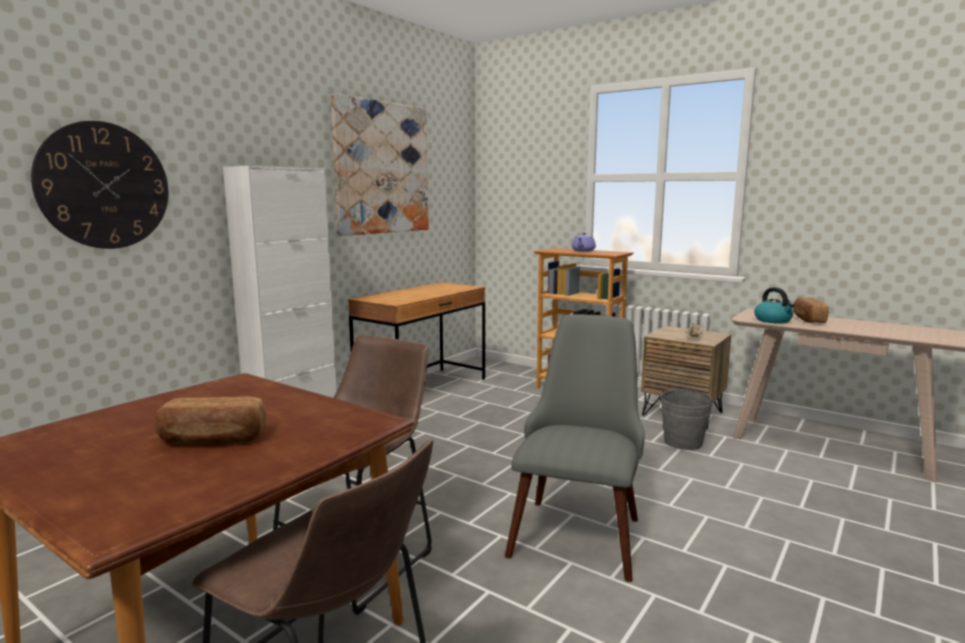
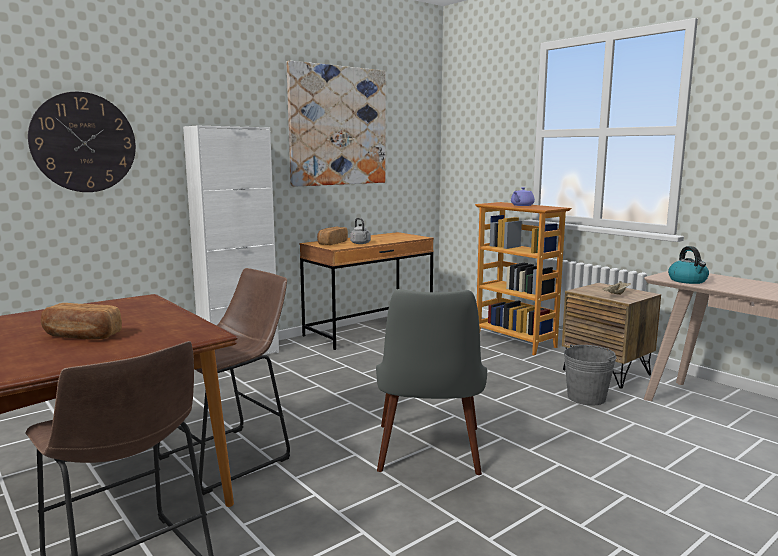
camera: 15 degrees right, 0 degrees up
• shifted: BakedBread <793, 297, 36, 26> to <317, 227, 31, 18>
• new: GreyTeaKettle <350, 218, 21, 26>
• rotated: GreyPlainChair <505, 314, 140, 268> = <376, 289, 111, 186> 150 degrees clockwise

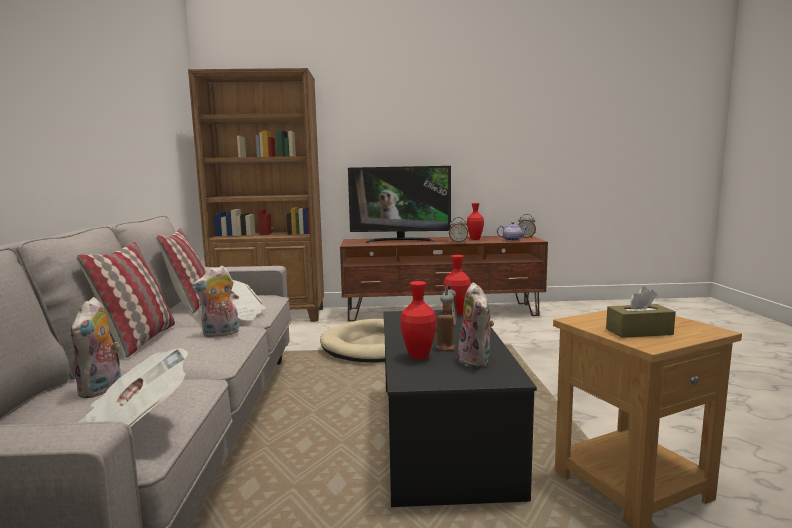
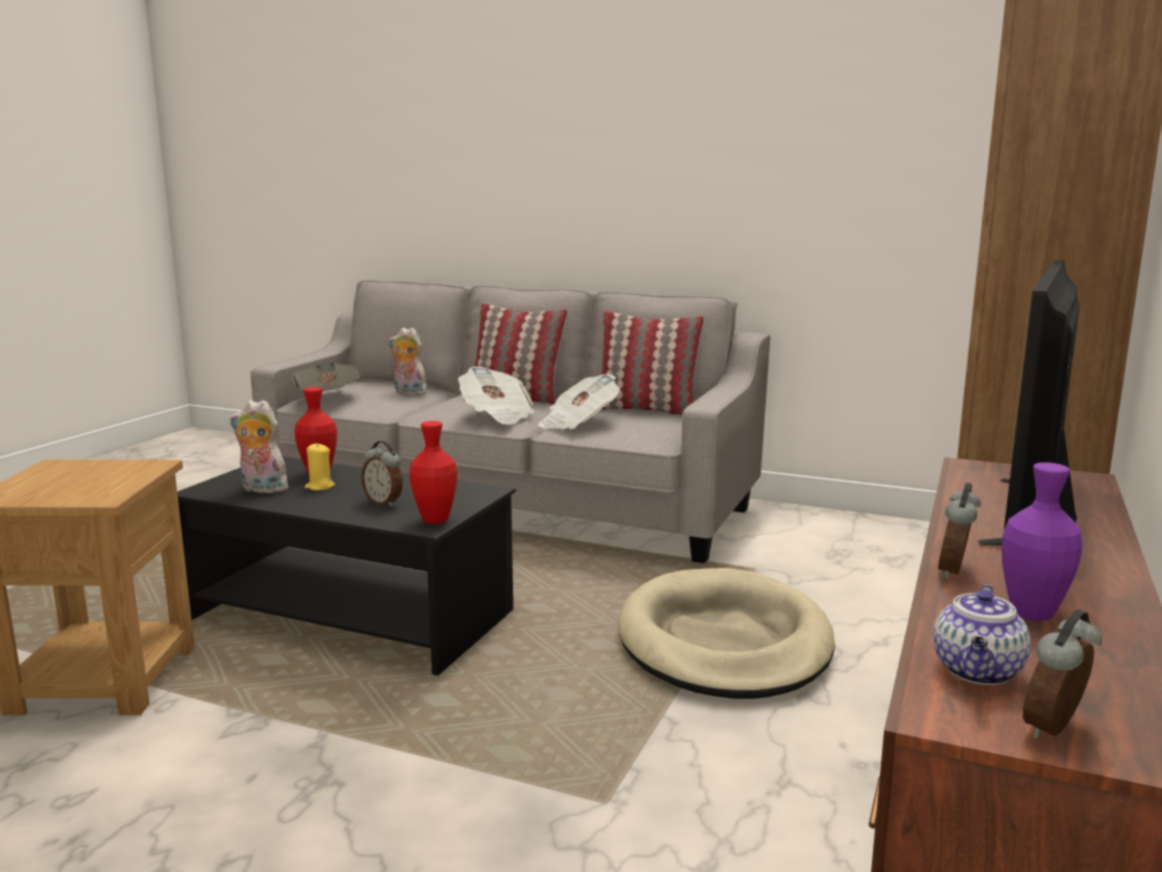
camera: 115 degrees right, 5 degrees up
• repainted: BrownWaxLight <435, 313, 21, 38> to YellowWaxLight <305, 443, 30, 48>
• swapped: CuddlyToy <192, 266, 47, 72> to DailyPaper <458, 366, 77, 59>
• repainted: RedVase <467, 203, 17, 37> to PurplishVase <1001, 462, 82, 159>
• gone: BrownTissueHolder <606, 286, 70, 52>

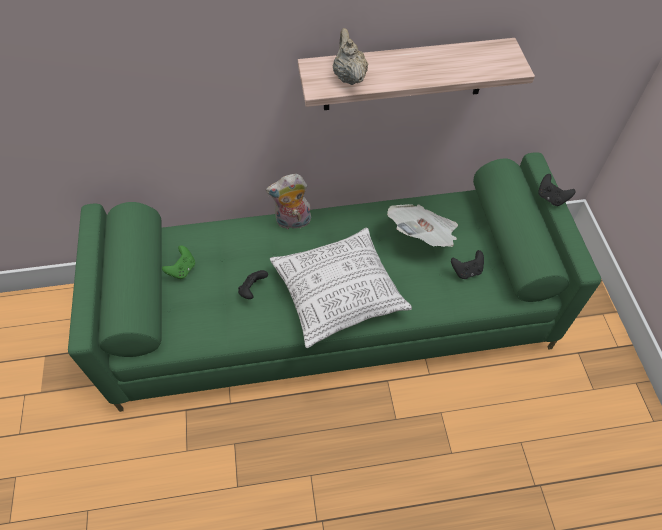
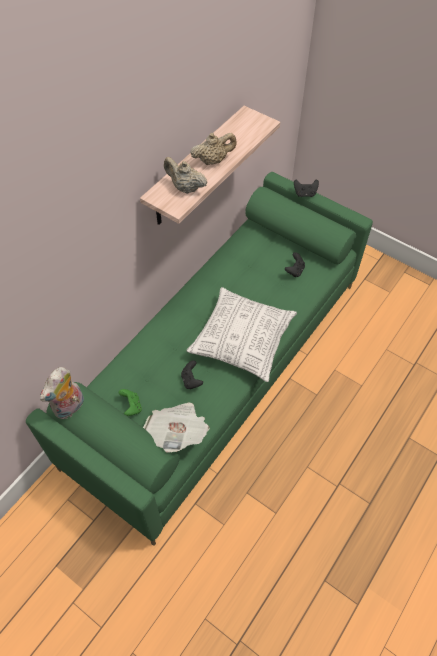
camera: 45 degrees left, 0 degrees up
• shifted: CuddlyToy <266, 174, 45, 55> to <40, 367, 44, 52>
• shifted: DailyPaper <387, 204, 71, 43> to <143, 402, 67, 51>
• new: SandColouredTeaPot <190, 132, 47, 33>

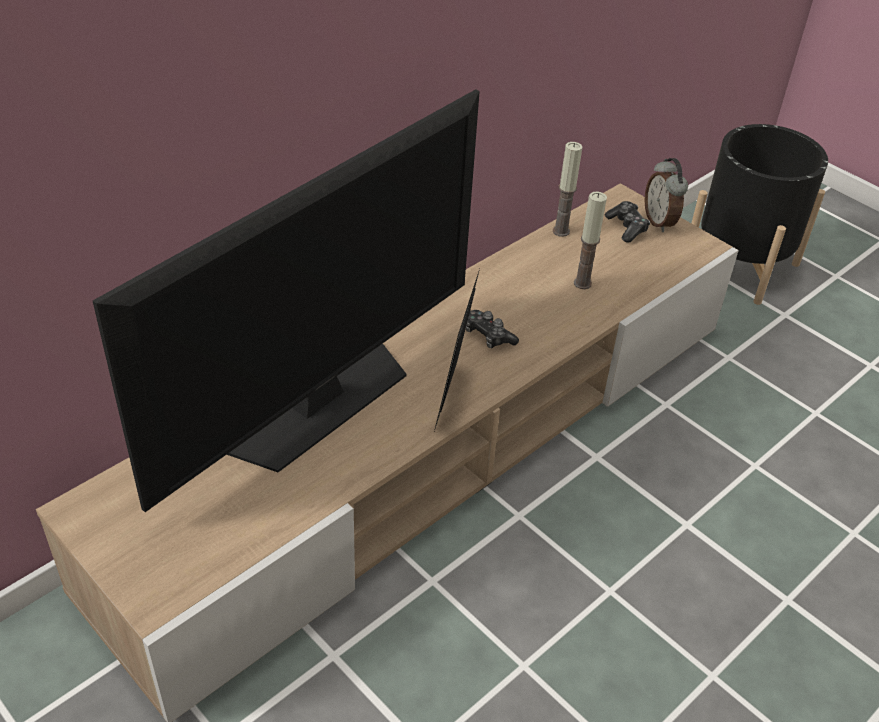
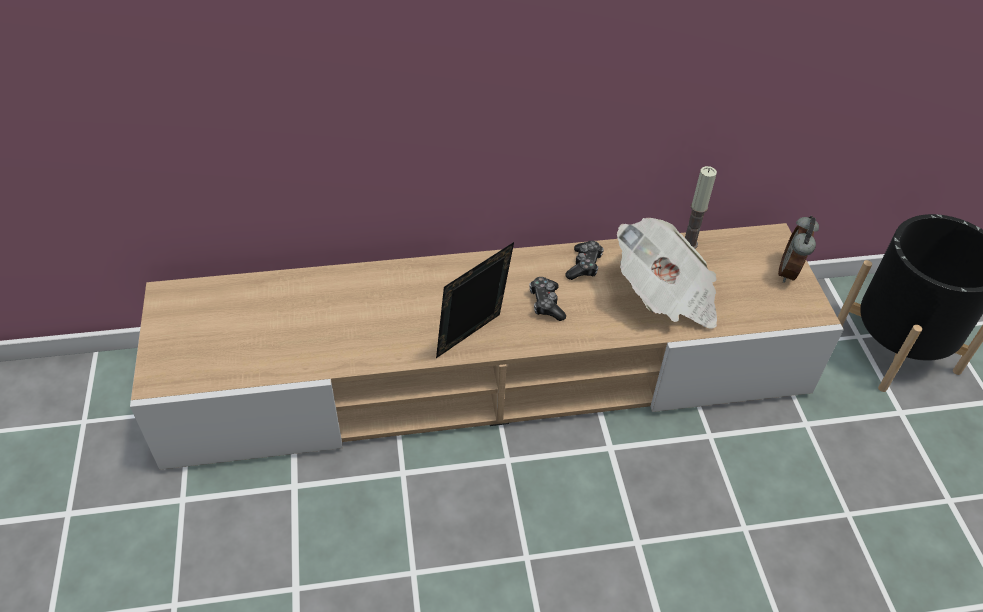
camera: 35 degrees right, 5 degrees up
• shifted: Gamepad <605, 201, 45, 42> to <565, 241, 39, 39>
• swapped: WaxLight <574, 192, 33, 97> to DailyPaper <617, 218, 100, 111>
• gone: Tv <93, 89, 387, 423>

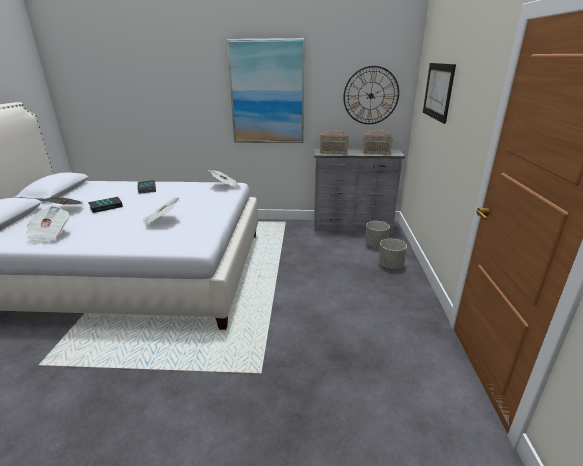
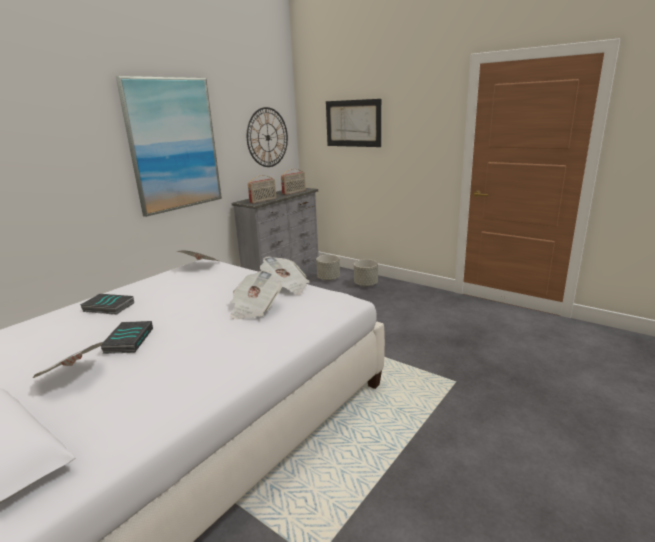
camera: 55 degrees left, 5 degrees down
• shifted: DailyPaper <26, 206, 44, 39> to <260, 257, 50, 37>

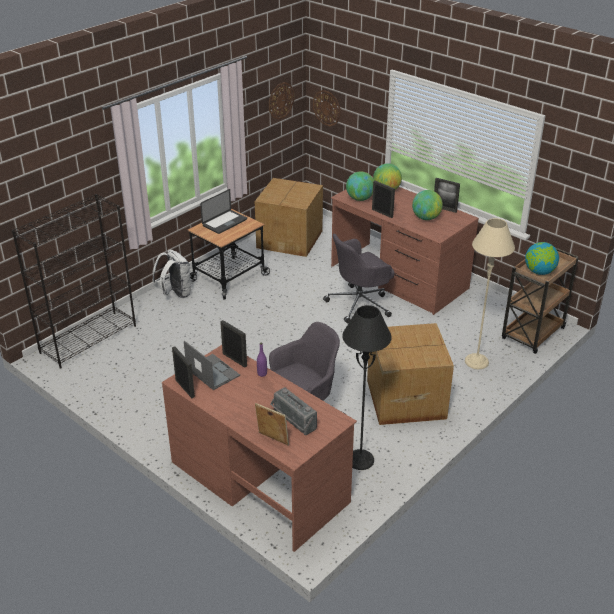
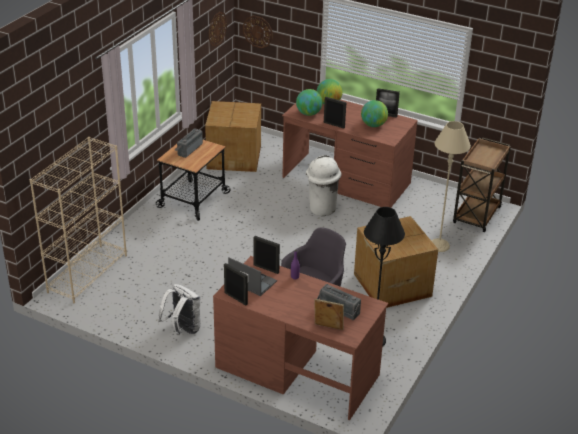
camera: 15 degrees left, 0 degrees up
• repainted: BlackBookshelf <12, 194, 124, 175> to SandColouredBookshelf <30, 137, 97, 166>
• shifted: WhiteRucksack <152, 250, 39, 48> to <158, 284, 43, 51>
• swapped: Laptop <200, 189, 47, 45> to RadioReceiver <175, 128, 28, 30>
• swapped: GreyOfficeChair <323, 234, 72, 89> to WhiteTrashCan <305, 155, 37, 61>
• gone: Globe <525, 242, 34, 33>

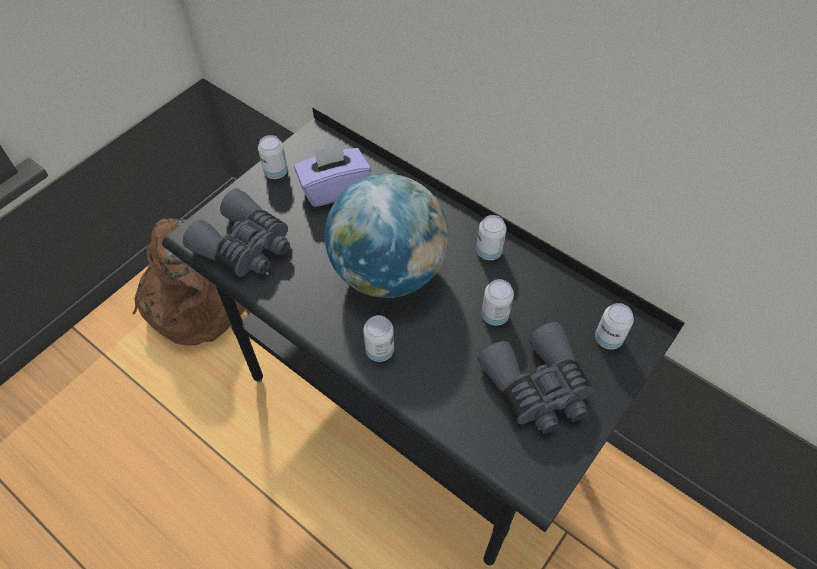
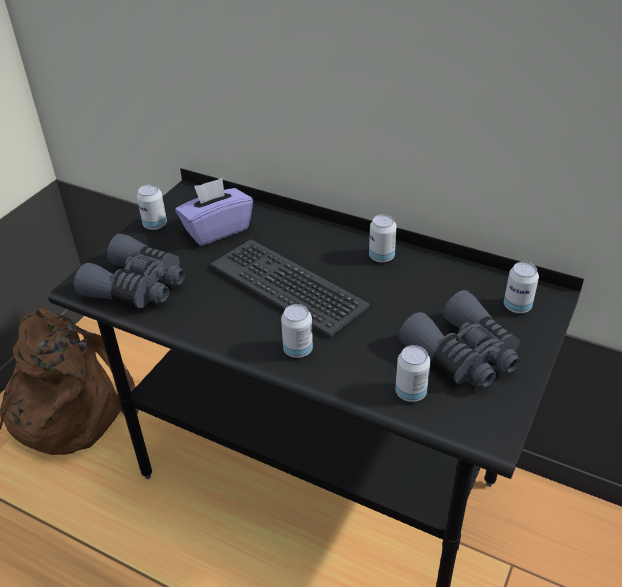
camera: 10 degrees left, 15 degrees down
• swapped: Globe <325, 174, 124, 124> to ComputerKeyboard <210, 239, 160, 99>
• shifted: Can <482, 279, 32, 47> to <395, 345, 36, 57>

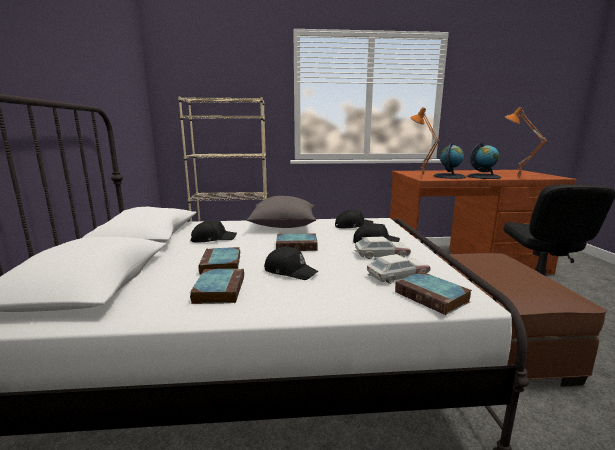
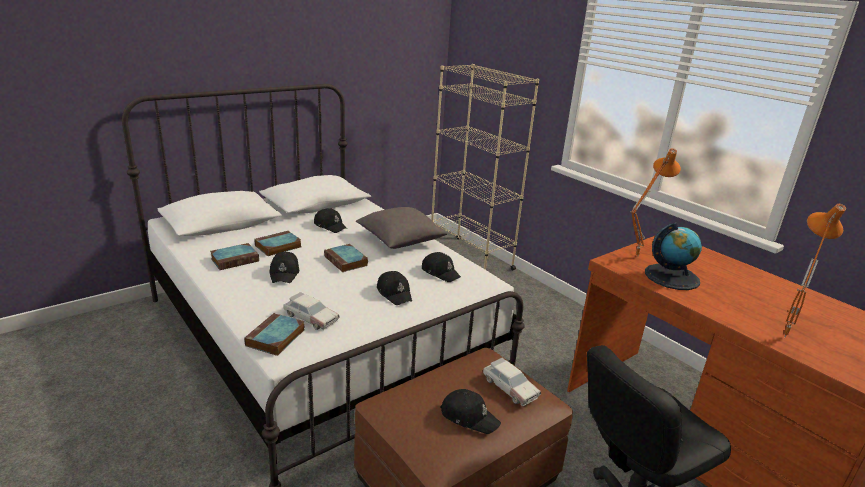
camera: 55 degrees right, 10 degrees up
• new: BlackBaseballCap <440, 389, 61, 45>
• shifted: ToyCar <354, 237, 57, 22> to <483, 358, 58, 48>
• gone: Globe <467, 142, 34, 37>

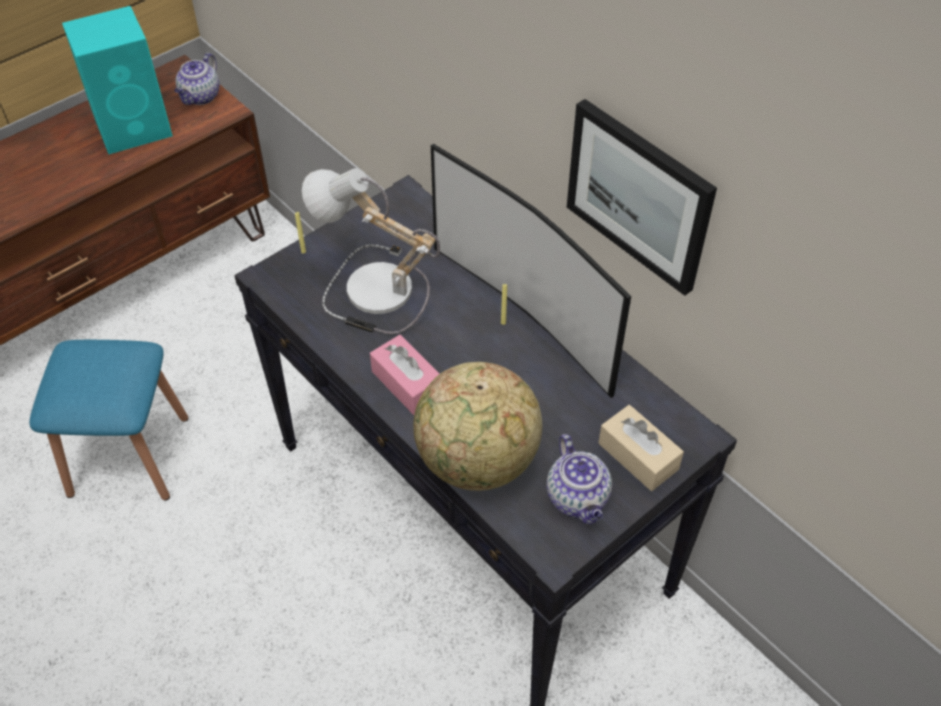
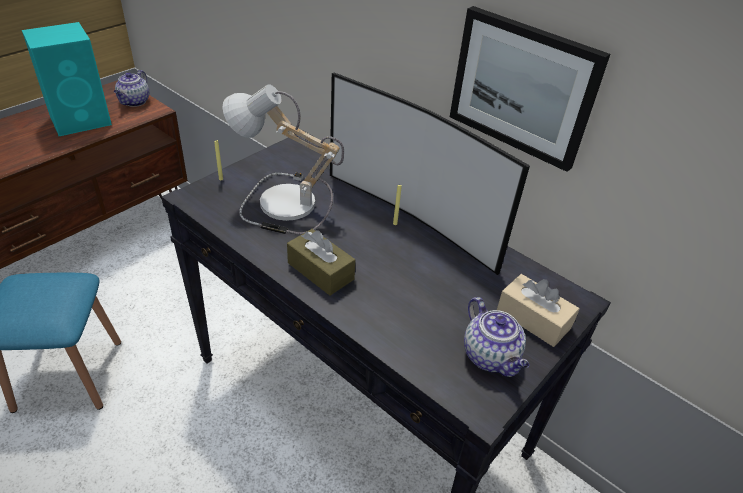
camera: 10 degrees left, 10 degrees down
• repainted: PinkColouredTissueHolder <370, 335, 70, 80> to BrownTissueHolder <287, 229, 69, 67>
• gone: Globe <413, 362, 129, 129>

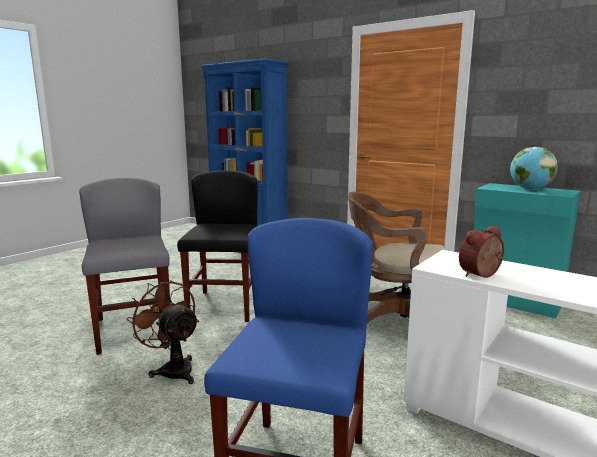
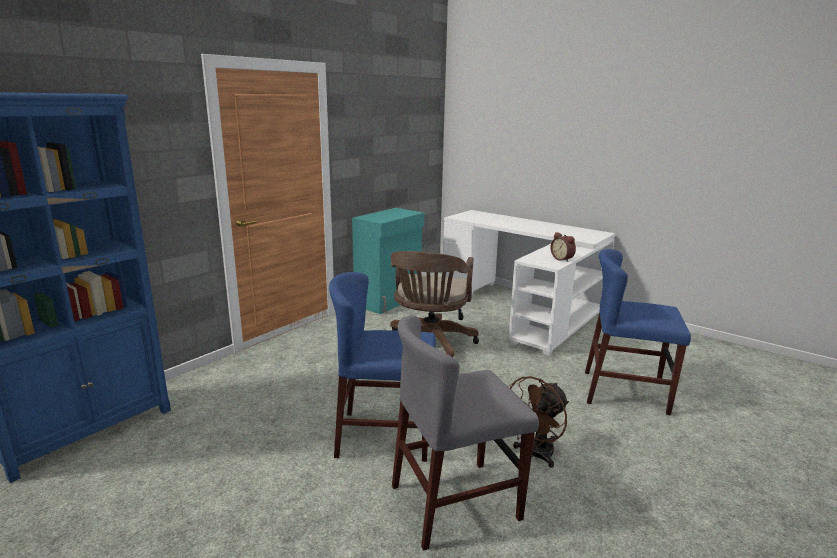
camera: 90 degrees left, 5 degrees up
• repainted: BlackPlainChair <177, 170, 81, 152> to BluishPlainChair <329, 272, 107, 190>
• gone: Globe <510, 147, 48, 43>

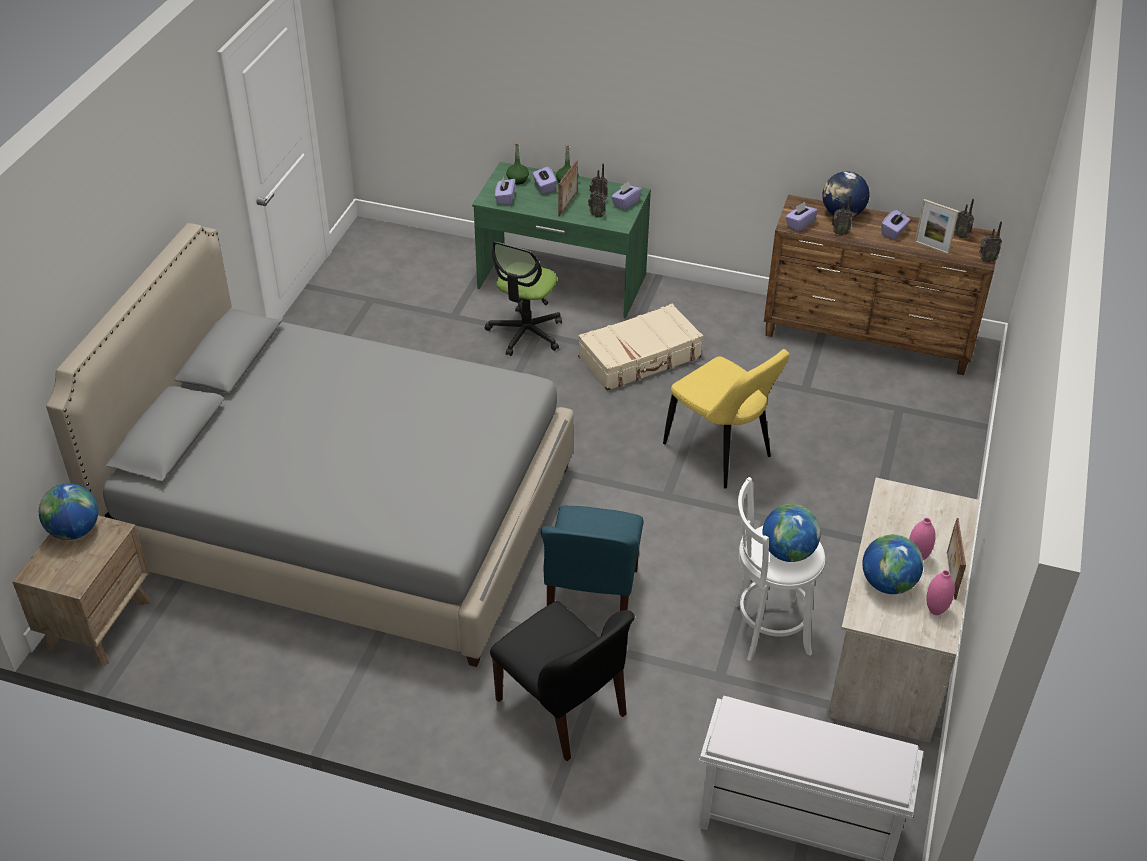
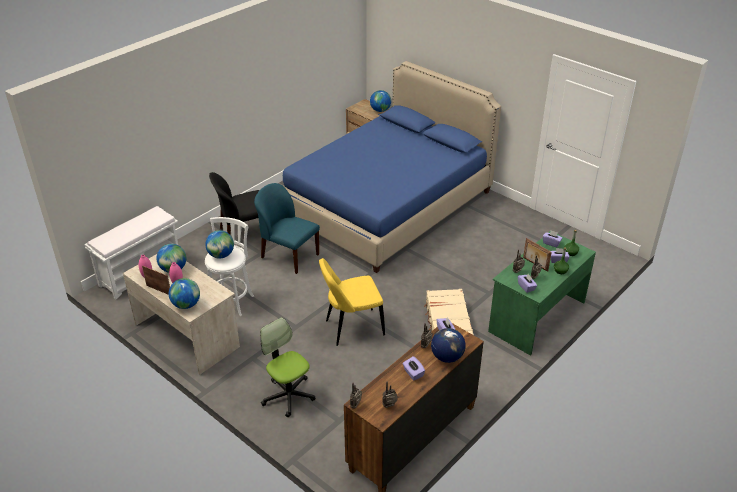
camera: 115 degrees right, 5 degrees down
• new: Globe <169, 278, 31, 31>
• shifted: OfficeChair <485, 242, 77, 114> to <260, 317, 56, 100>
• repainted: GreySleepingBed <46, 223, 528, 444> to BluishSleepingBed <283, 61, 218, 212>
• gone: StandingFrame <915, 199, 44, 55>

